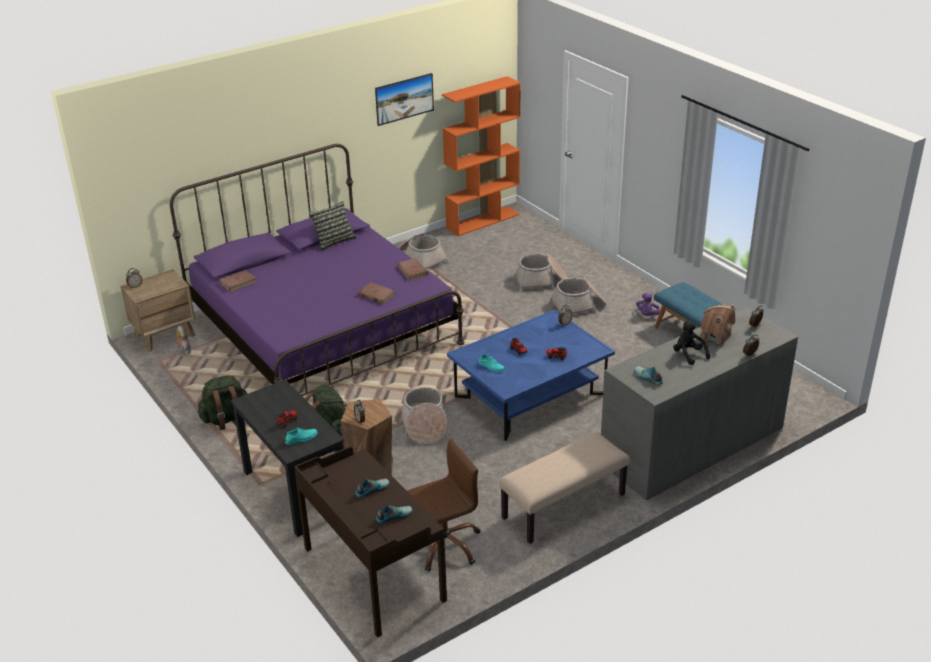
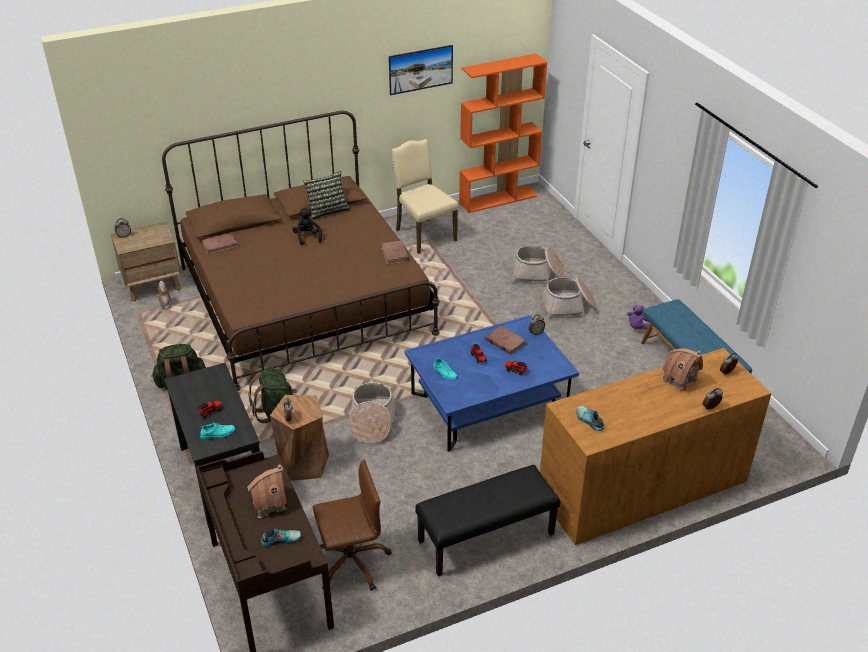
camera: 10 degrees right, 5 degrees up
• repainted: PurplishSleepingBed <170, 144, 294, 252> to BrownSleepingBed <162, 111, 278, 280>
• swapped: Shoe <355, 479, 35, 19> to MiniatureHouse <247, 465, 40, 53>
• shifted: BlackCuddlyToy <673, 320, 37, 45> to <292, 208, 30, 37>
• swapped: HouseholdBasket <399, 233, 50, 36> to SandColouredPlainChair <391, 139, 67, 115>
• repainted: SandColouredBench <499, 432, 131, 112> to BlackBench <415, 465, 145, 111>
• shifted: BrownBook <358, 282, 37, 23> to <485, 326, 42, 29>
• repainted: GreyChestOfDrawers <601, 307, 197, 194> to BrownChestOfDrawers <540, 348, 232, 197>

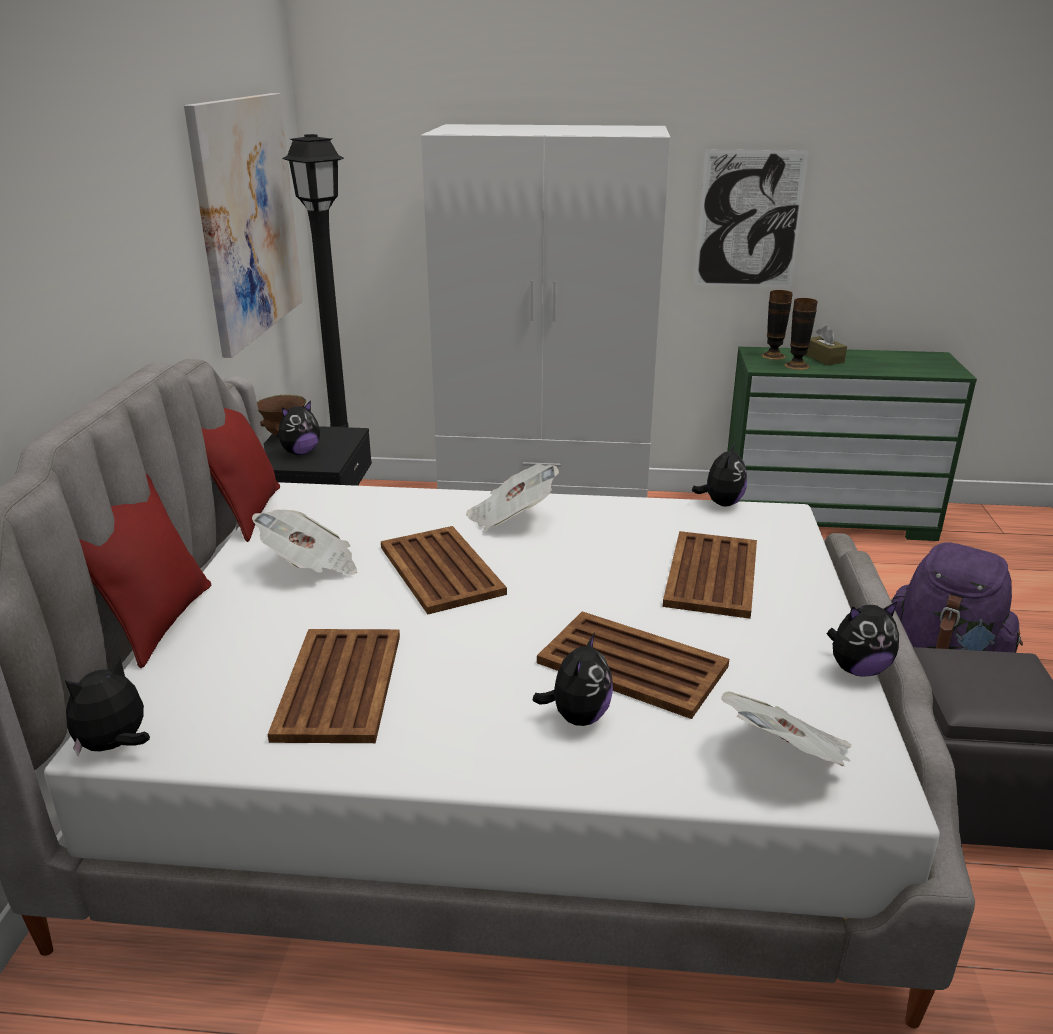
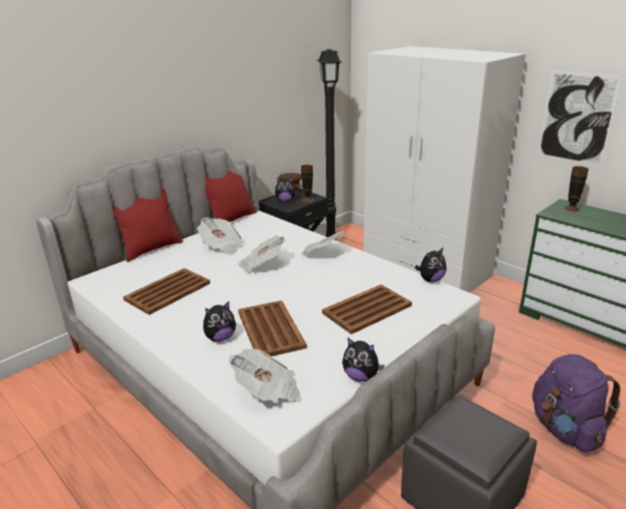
camera: 40 degrees right, 0 degrees up
• swapped: BrownTray <381, 526, 126, 88> to DailyPaper <238, 236, 48, 36>
• shifted: Vase <784, 298, 34, 72> to <301, 165, 13, 37>
• gone: CuddlyToy <65, 657, 85, 100>
• gone: WallArt <184, 93, 119, 265>
• gone: BrownTissueHolder <806, 326, 41, 39>

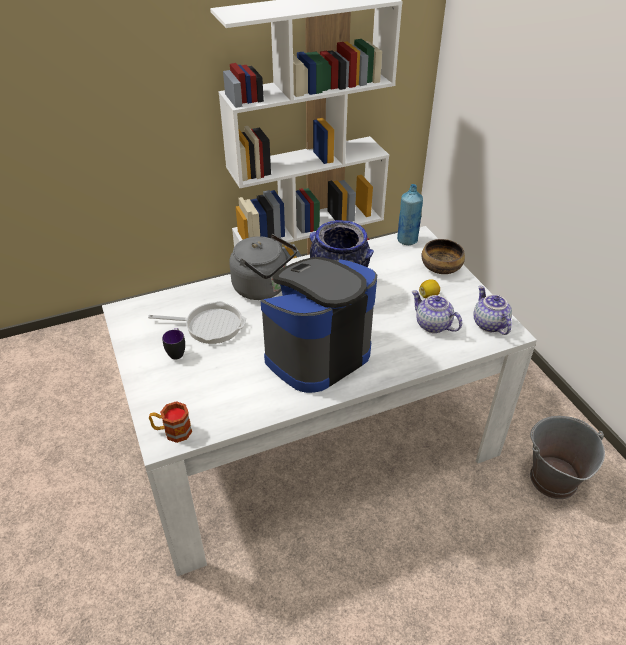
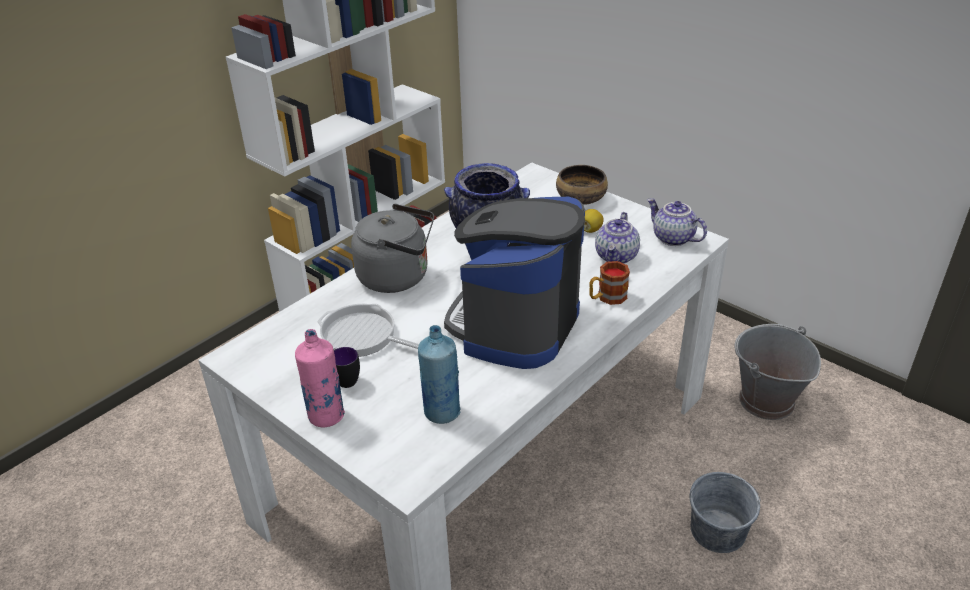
camera: 25 degrees left, 5 degrees down
• new: PinkColouredBeverageBottle <295, 329, 50, 98>
• rotated: Skillet <148, 301, 98, 43> = <317, 304, 102, 53> 135 degrees counterclockwise
• shifted: BluishBeverageBottle <397, 184, 26, 61> to <418, 325, 43, 99>
• shifted: CoffeeMug <149, 401, 43, 42> to <589, 261, 41, 44>
• rotated: TeaPot <412, 290, 50, 43> = <595, 212, 45, 52> 90 degrees counterclockwise
• new: GreyWaterBucket <690, 472, 71, 81>

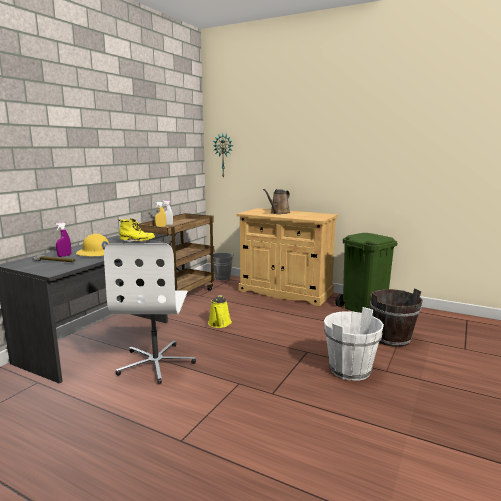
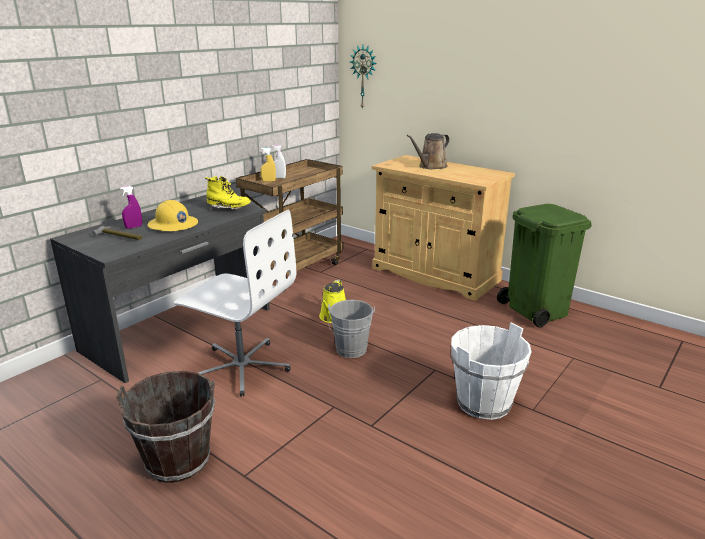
camera: 10 degrees right, 10 degrees up
• shifted: BrownWaterBucket <370, 288, 53, 59> to <116, 371, 99, 112>
• rotated: WhiteOfficeChair <104, 244, 92, 140> = <174, 210, 122, 187> 75 degrees counterclockwise
• shifted: GreyWaterBucket <210, 253, 24, 27> to <328, 300, 47, 58>

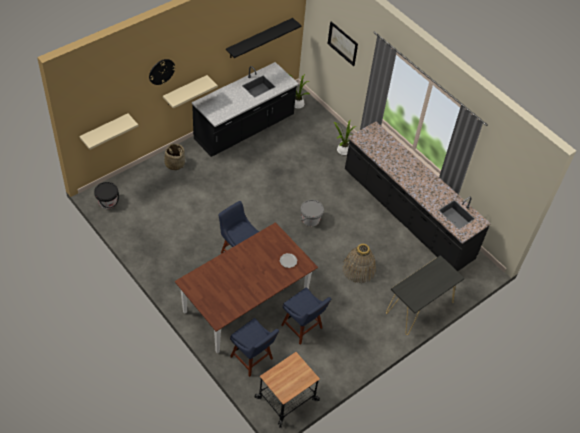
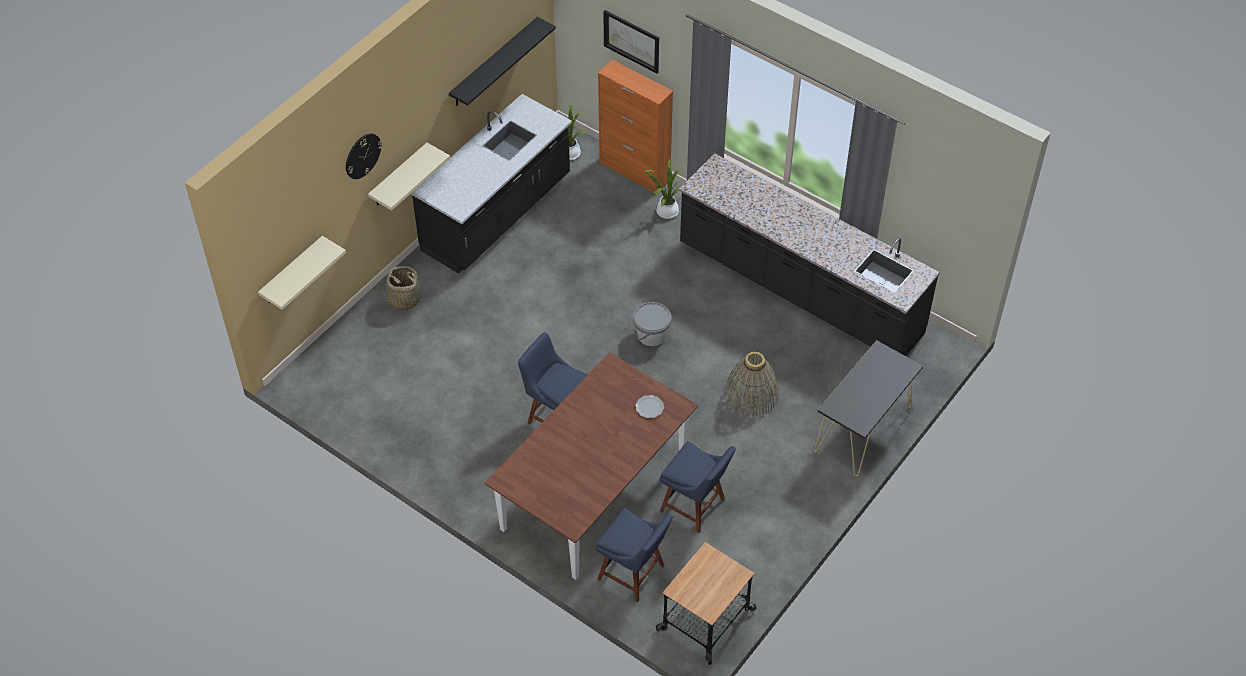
camera: 10 degrees left, 0 degrees up
• new: OrangeColouredCabinet <598, 60, 75, 132>
• gone: BlackWaterBucket <94, 182, 25, 27>

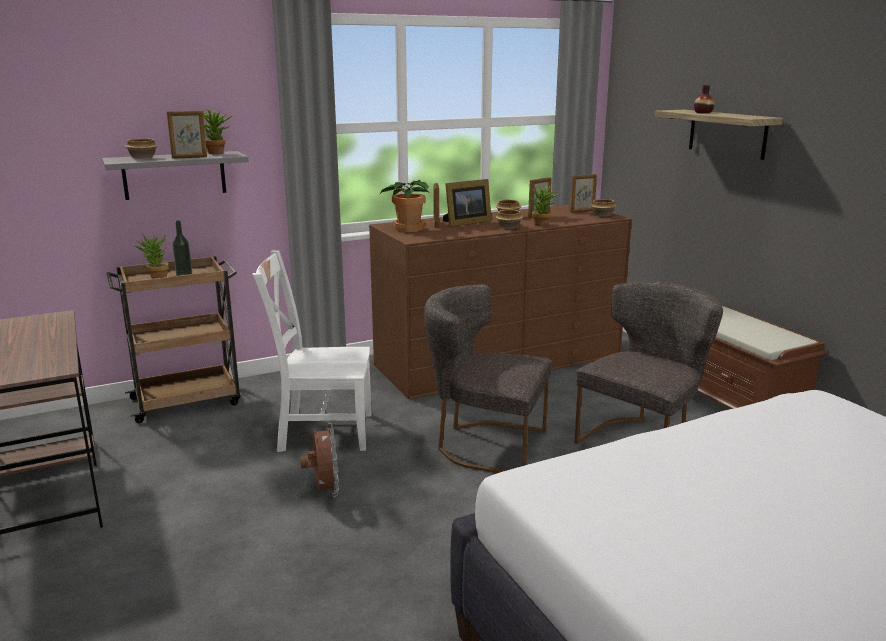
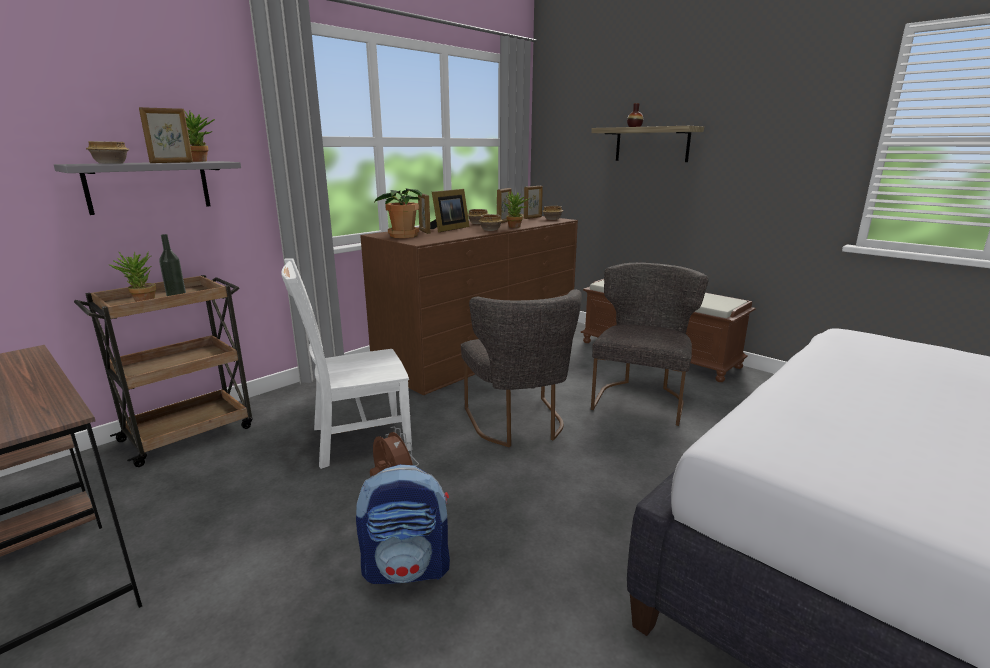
camera: 20 degrees left, 0 degrees up
• new: Rucksack <356, 464, 94, 120>
• rotated: GreyPlainChair <424, 285, 128, 188> = <461, 289, 121, 158> 105 degrees counterclockwise

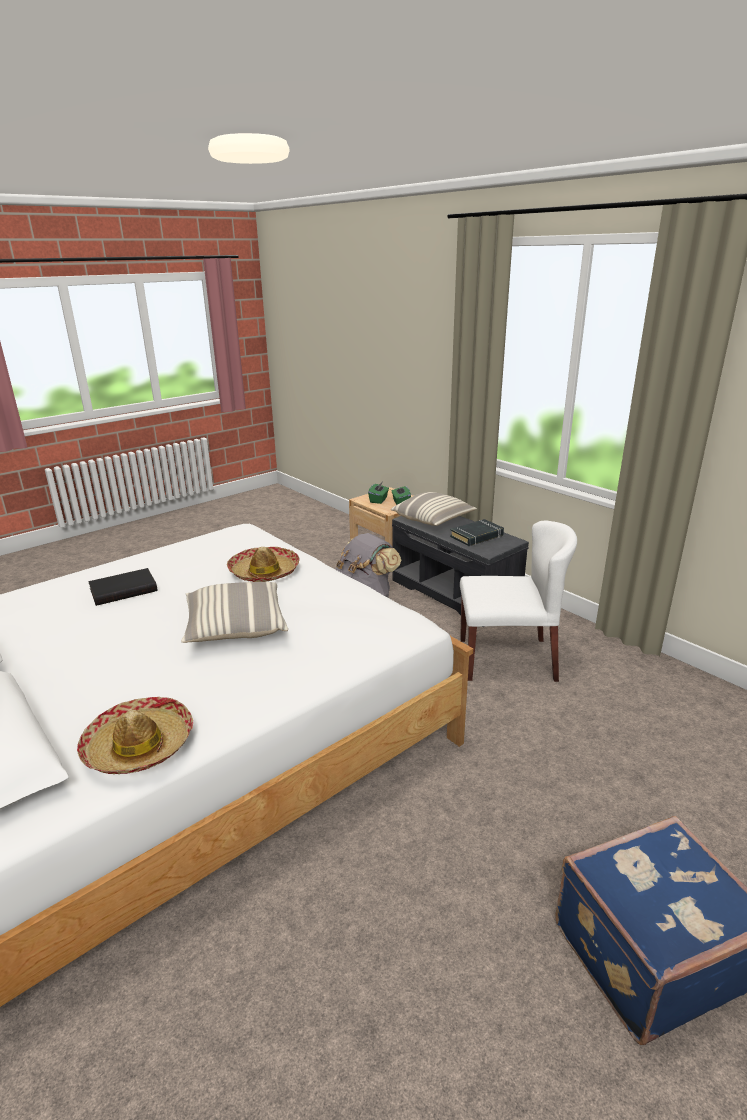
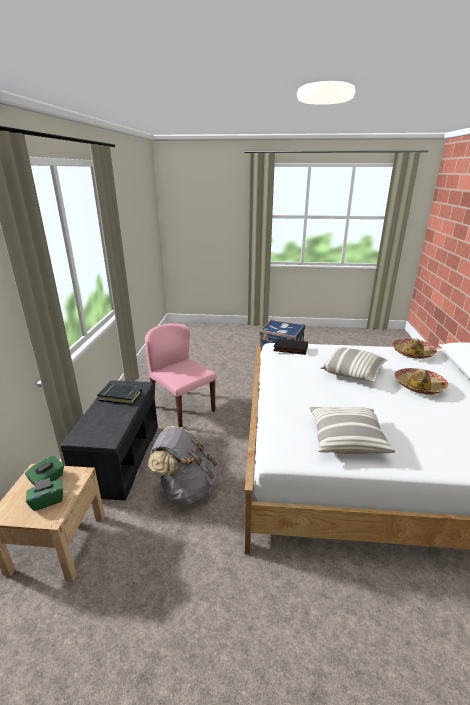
camera: 135 degrees left, 0 degrees up
• repainted: WhitePlainChair <460, 520, 117, 162> to PinkColouredPlainChair <145, 323, 71, 105>
• shifted: BlackBook <88, 568, 70, 38> to <273, 338, 35, 17>
• shifted: Cushion <391, 492, 86, 34> to <309, 407, 86, 47>
• shifted: WearableHat <227, 547, 73, 35> to <395, 368, 53, 27>

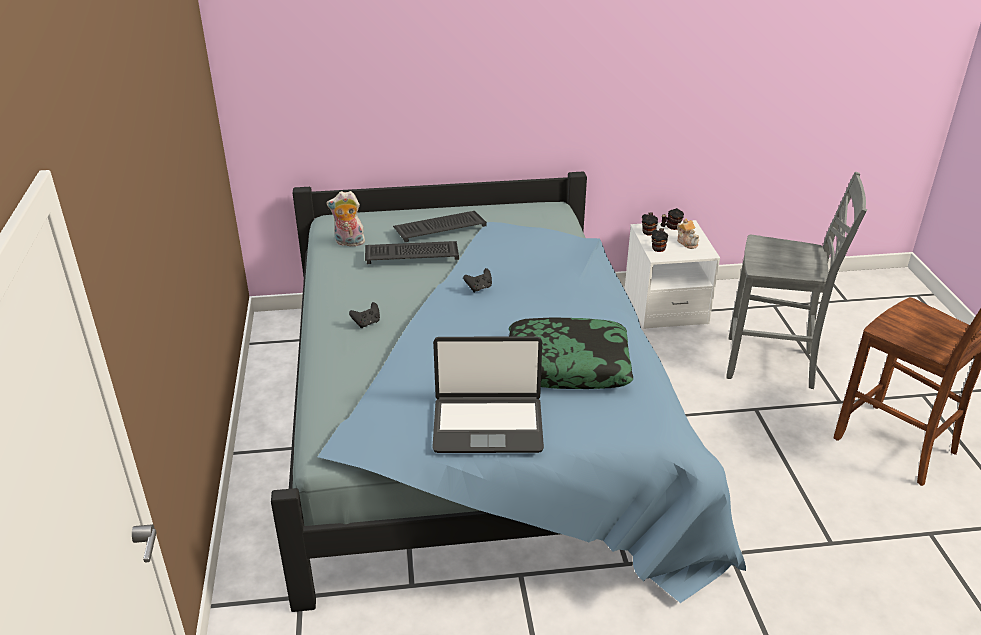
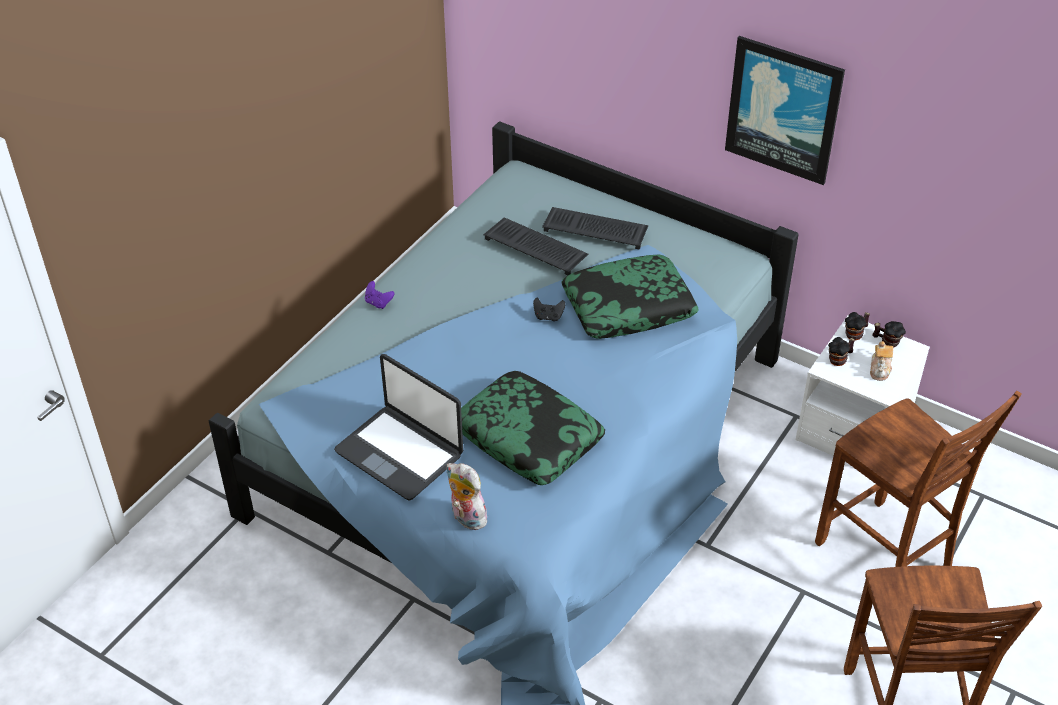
camera: 40 degrees right, 10 degrees up
• new: PurplishGamepad <365, 281, 29, 28>
• shifted: CuddlyToy <326, 191, 39, 55> to <446, 463, 46, 67>
• new: Cushion <561, 255, 137, 84>
• new: WallArt <725, 36, 120, 149>
• repainted: GreyPlainChair <726, 172, 141, 217> to BrownPlainChair <815, 391, 207, 176>
• gone: BlackGamepad <349, 302, 31, 26>

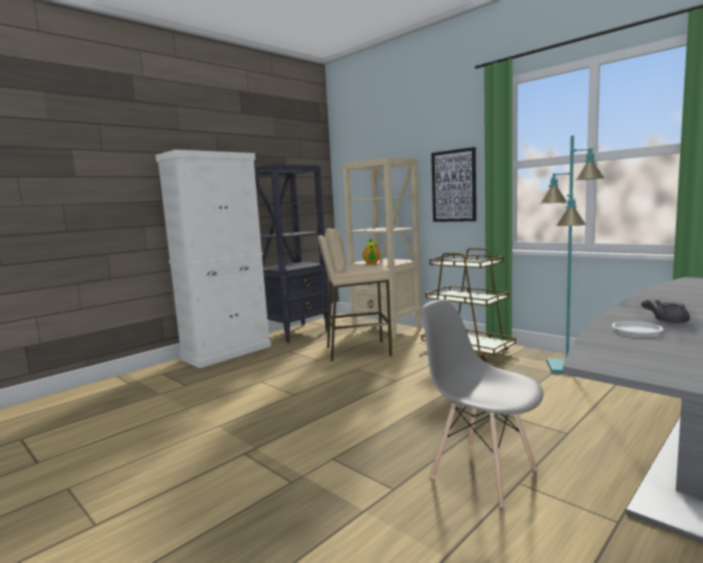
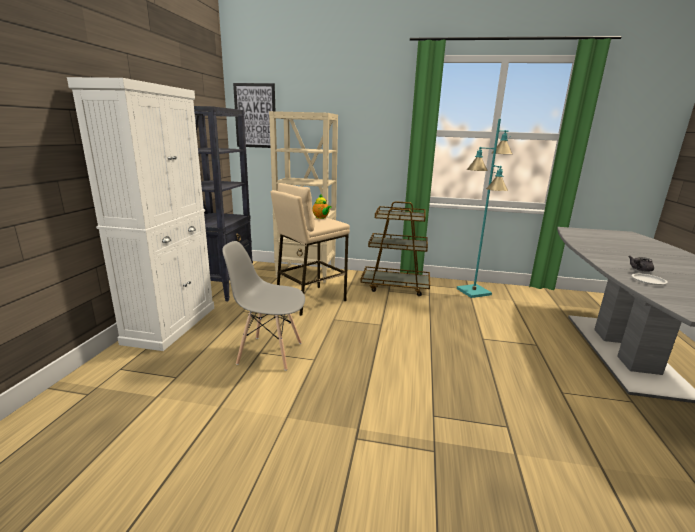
camera: 35 degrees left, 10 degrees up
• shifted: GreyPlainChair <422, 299, 121, 208> to <222, 241, 83, 130>
• shifted: WallArt <431, 147, 45, 75> to <233, 83, 42, 65>

